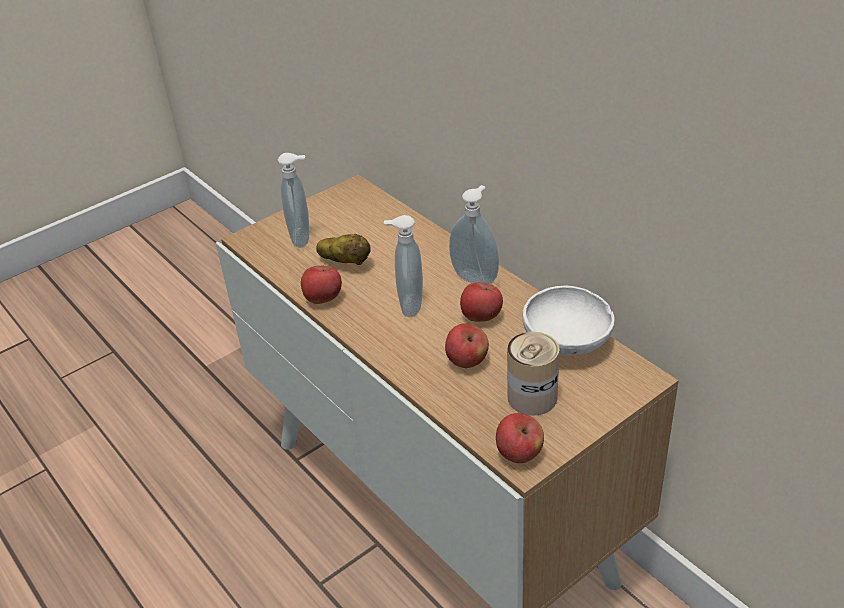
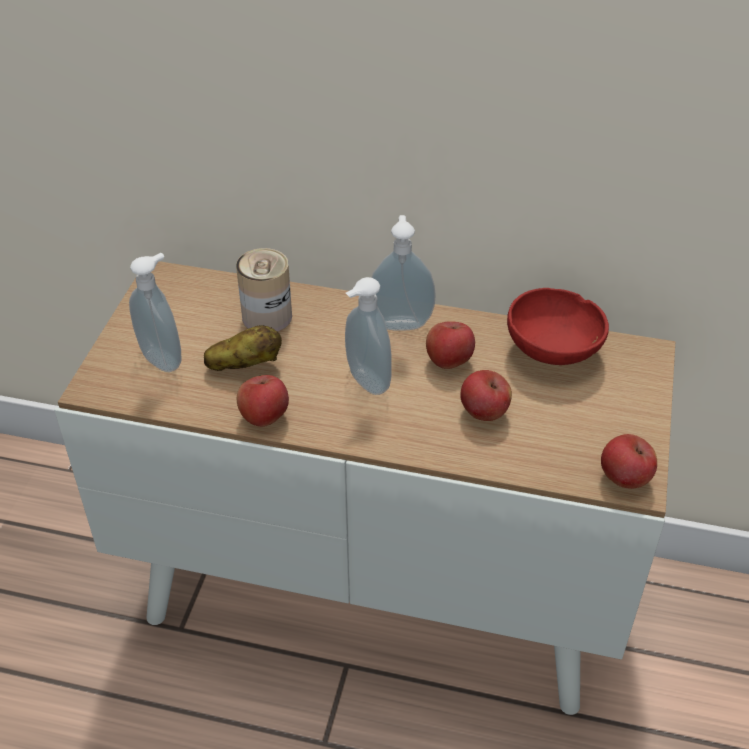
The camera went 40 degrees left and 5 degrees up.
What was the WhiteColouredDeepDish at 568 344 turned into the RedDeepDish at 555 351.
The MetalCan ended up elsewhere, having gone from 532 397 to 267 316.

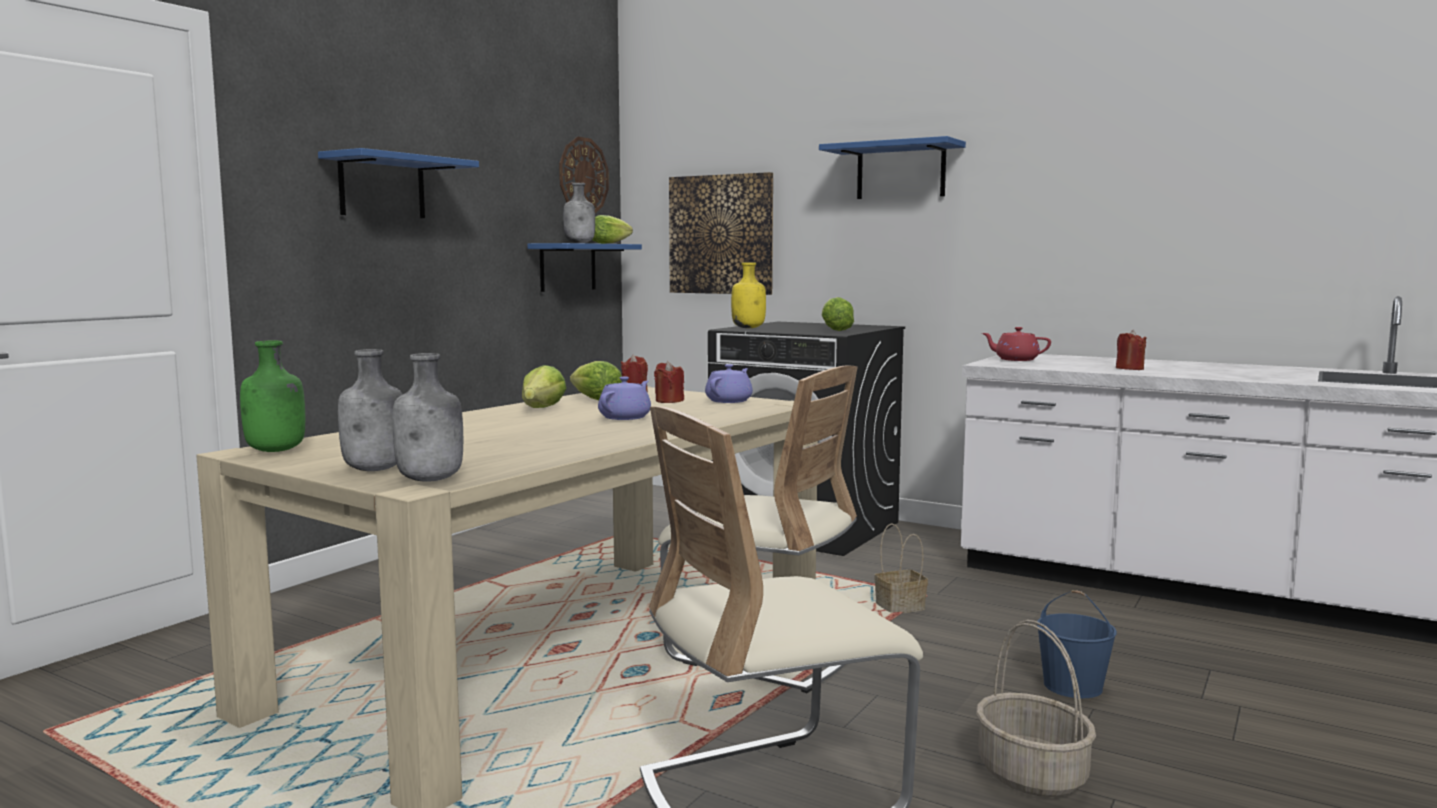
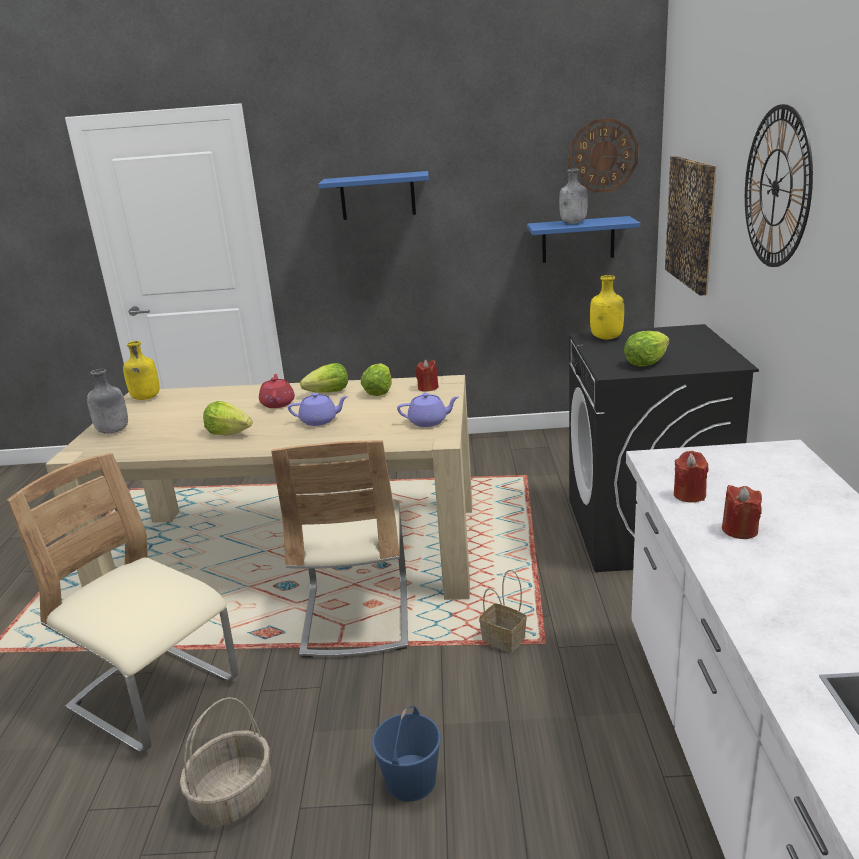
The camera went 60 degrees right and 15 degrees up.
Where the BlueColouredShelf hung at 901 171, the ClockOnTheWall came to hang at 776 188.
The Lettuce ended up elsewhere, having gone from 608 243 to 229 433.
The RedPotForTea ended up elsewhere, having gone from 1015 360 to 278 403.
What was the GreenColouredBottle at 276 451 turned into the YellowishBottle at 145 398.
The second view lost the GreyBottle at 431 479.
The RedWaxLight ended up elsewhere, having gone from 669 401 to 689 495.

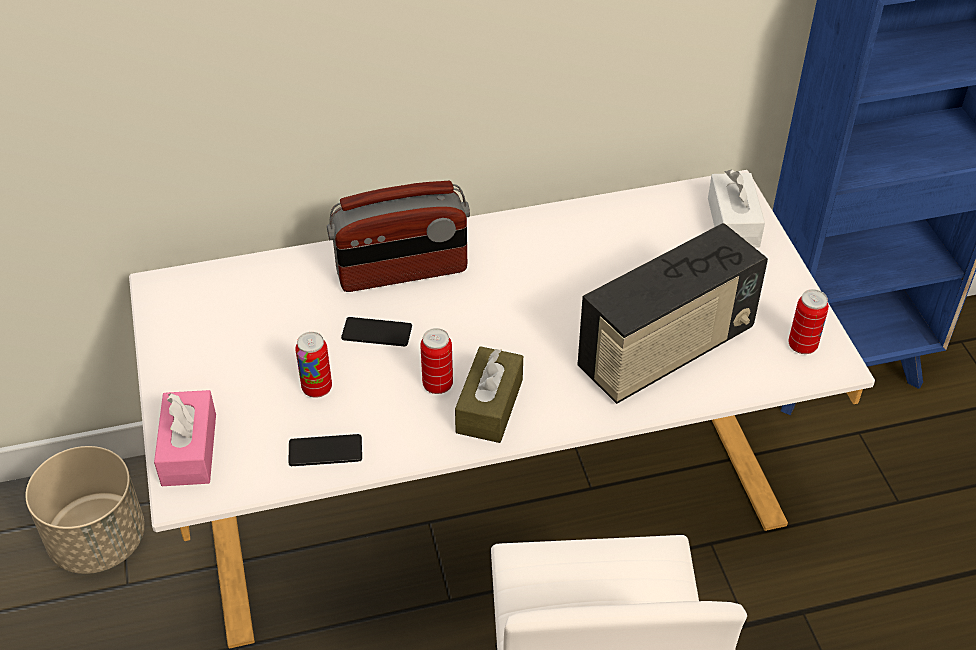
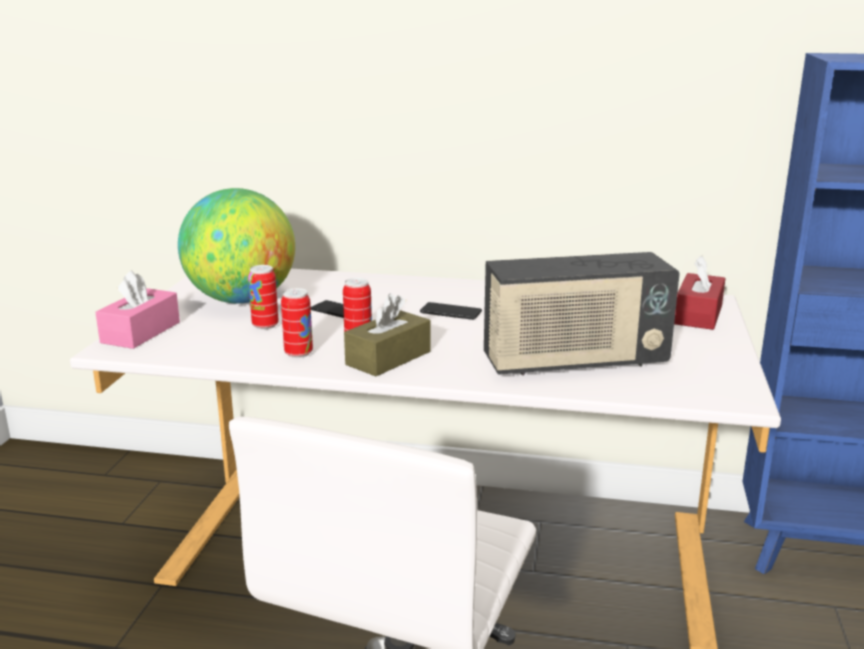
The camera went 25 degrees right and 25 degrees down.
What was the WhiteColouredTissueBox at 733 222 turned into the RedTissueBox at 698 315.
The second view lost the RadioSet at 402 272.
The MetalCan ended up elsewhere, having gone from 802 346 to 298 353.
The Telephone ended up elsewhere, having gone from 325 451 to 450 312.
The second view lost the BeigeColouredPlantPot at 98 540.
The second view gained the DeskGlobe at 242 300.

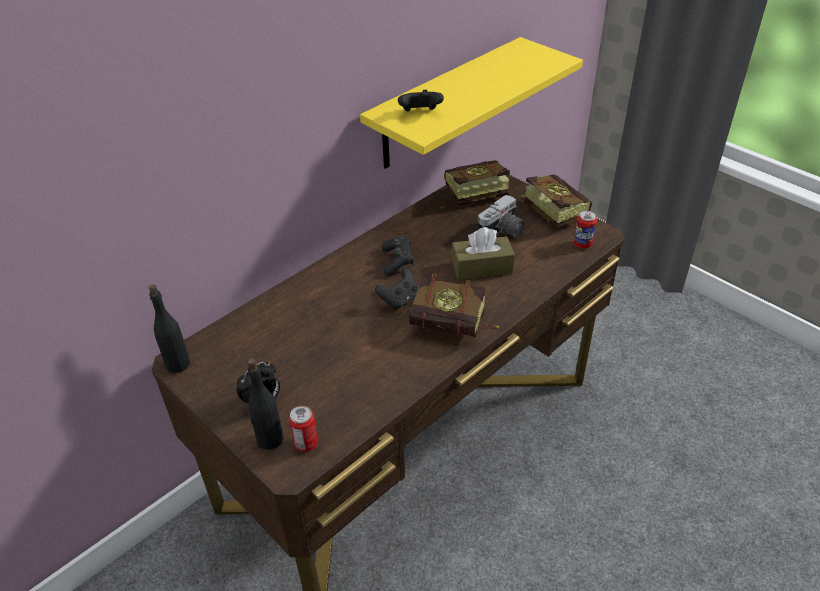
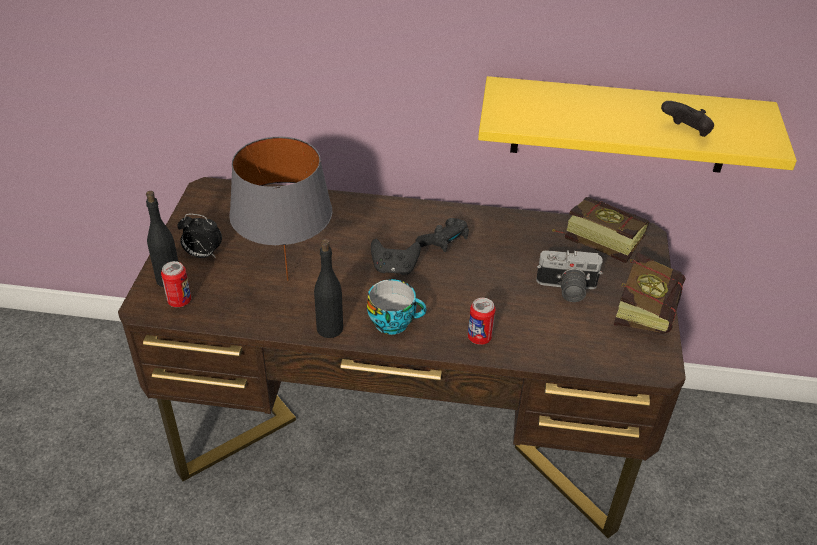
The camera went 50 degrees right and 0 degrees up.
The BlackJoypad ended up elsewhere, having gone from 420 113 to 686 133.
The MetalCan ended up elsewhere, having gone from 582 244 to 479 337.
The second view lost the BrownColouredTissueBox at 482 267.
Where the BoundBook stood at 455 327, the Cup came to stand at 394 322.
The BlackBottle ended up elsewhere, having gone from 177 364 to 330 328.
The second view gained the GreyTableLamp at 288 279.

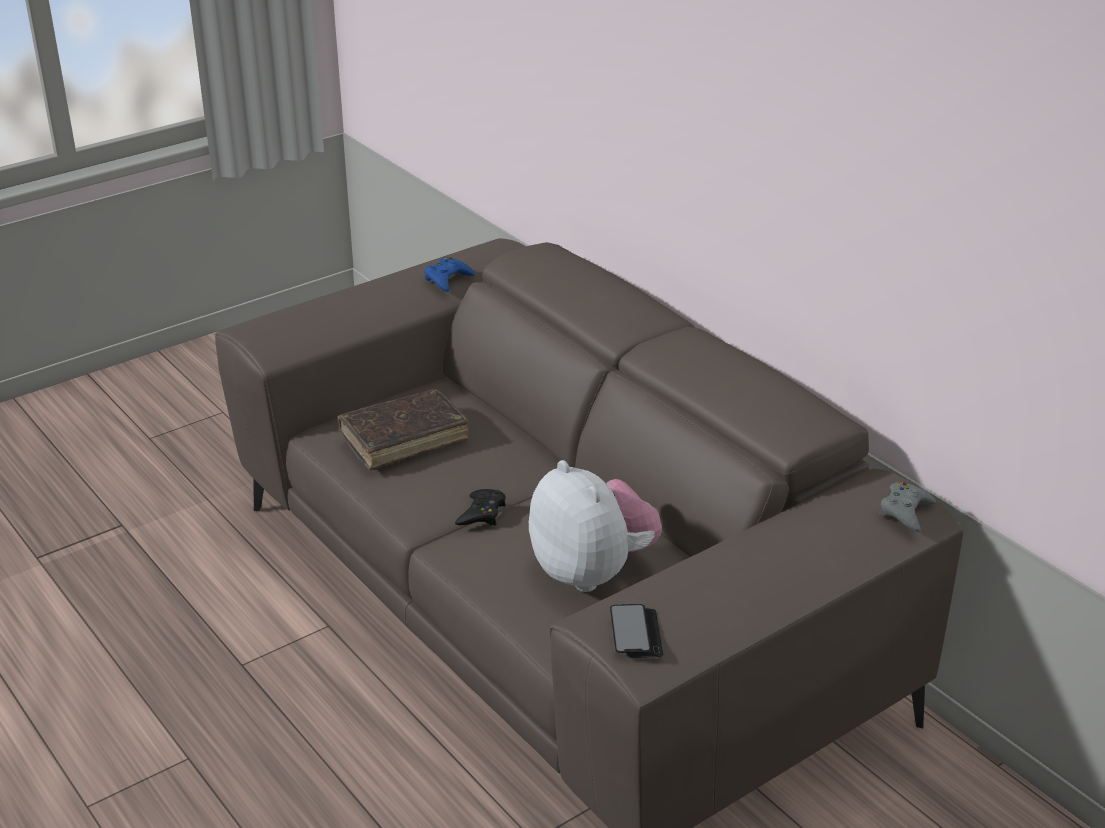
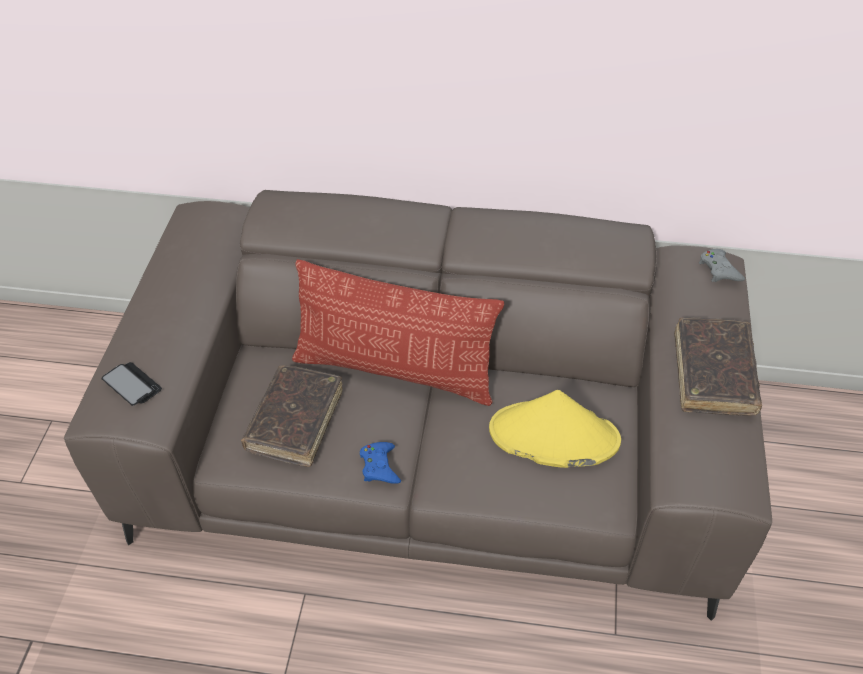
The camera went 45 degrees left and 15 degrees up.
The BlueColouredJoypad ended up elsewhere, having gone from 447 279 to 379 466.
Where the SoftToy stood at 592 572, the YellowishClothingHat came to stand at 553 436.
The second view lost the BlackJoypad at 482 513.
The Telephone ended up elsewhere, having gone from 636 633 to 132 385.
The second view gained the Pillow at 394 371.
The second view gained the BrownColouredBoundBook at 713 374.

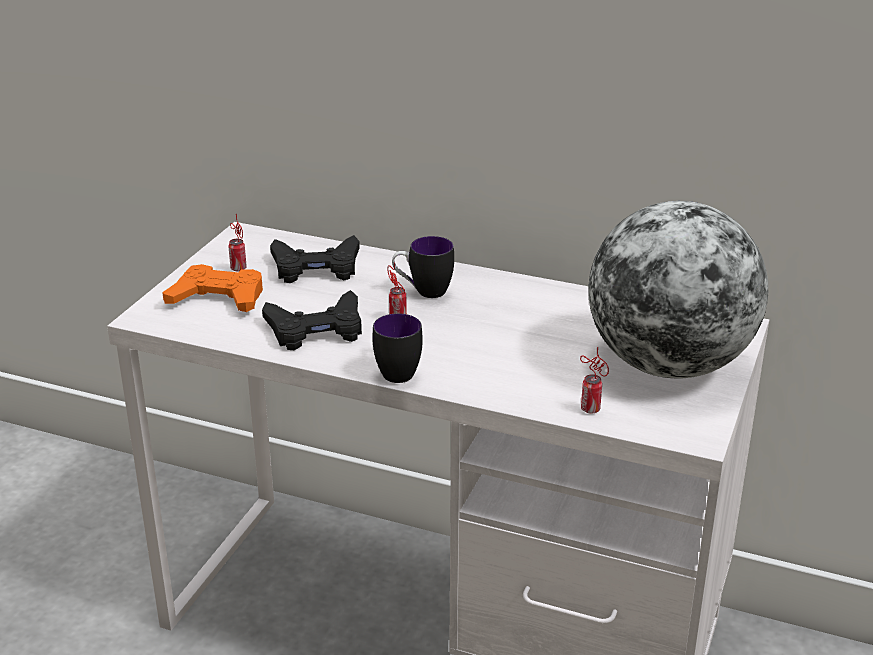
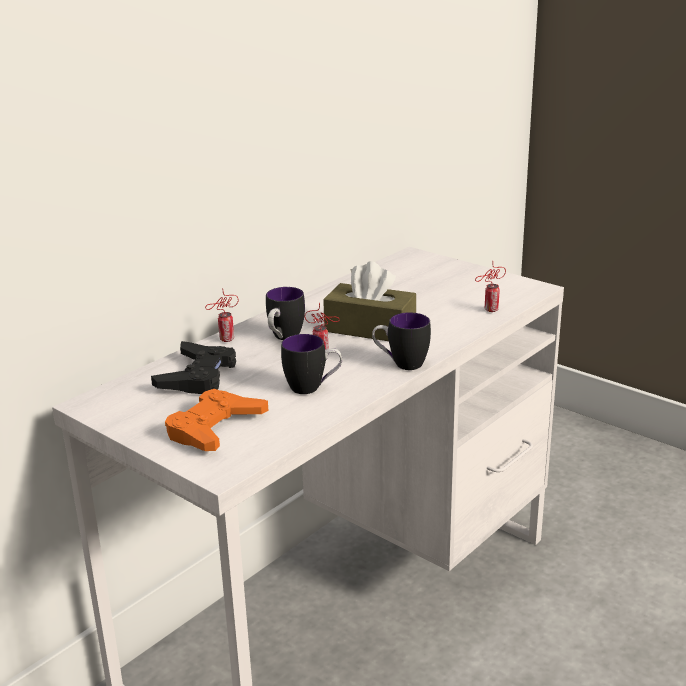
The camera went 70 degrees left and 5 degrees down.
The second view lost the DeskGlobe at 669 365.
The MetalCan ended up elsewhere, having gone from 237 267 to 224 340.
Where the BlackJoypad stood at 316 329, the TeaMug came to stand at 313 388.
The second view gained the BrownColouredTissueBox at 370 329.

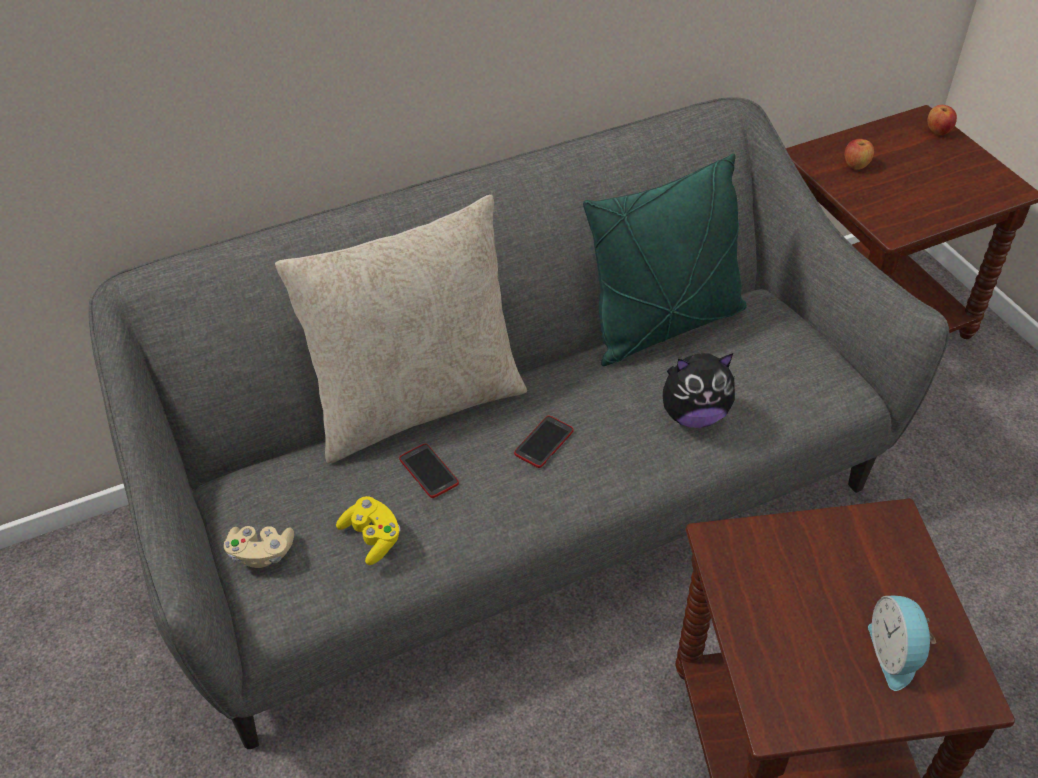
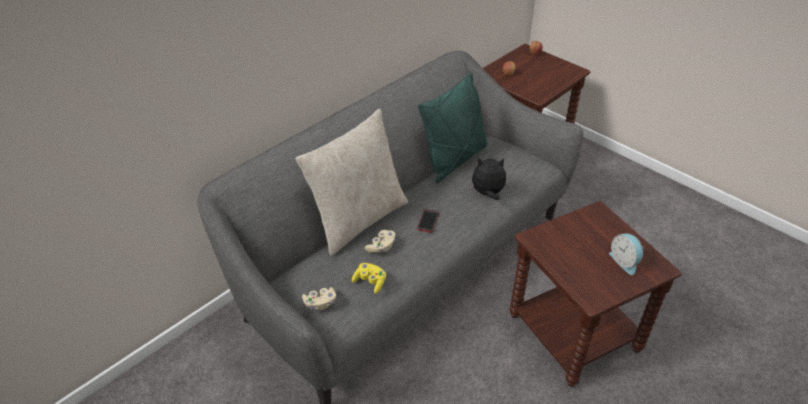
The camera went 20 degrees left and 5 degrees down.
The SoftToy at 693 415 ended up facing another way, 150 degrees counterclockwise from before.
Where the Telephone stood at 428 471, the BeigeColouredJoypad came to stand at 381 247.

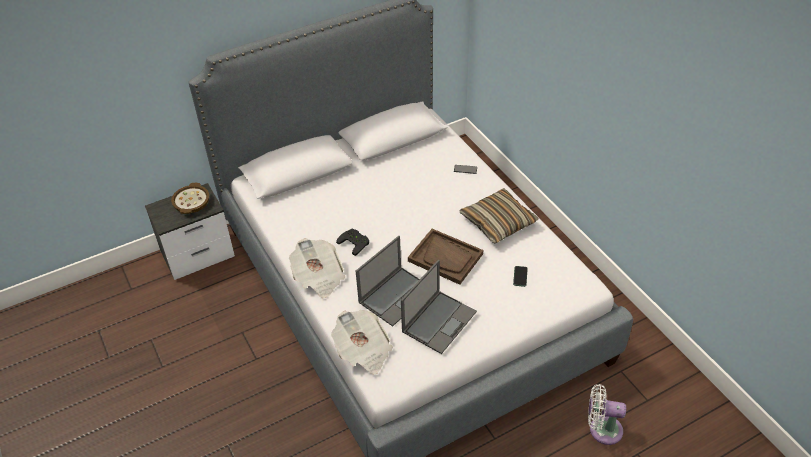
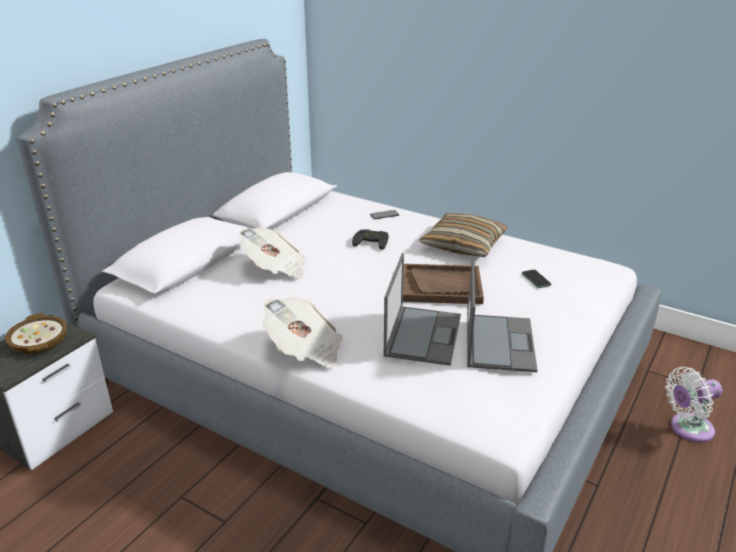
The camera went 30 degrees left and 15 degrees down.
The BlackJoypad ended up elsewhere, having gone from 355 242 to 372 241.
The DailyPaper ended up elsewhere, having gone from 363 351 to 275 268.

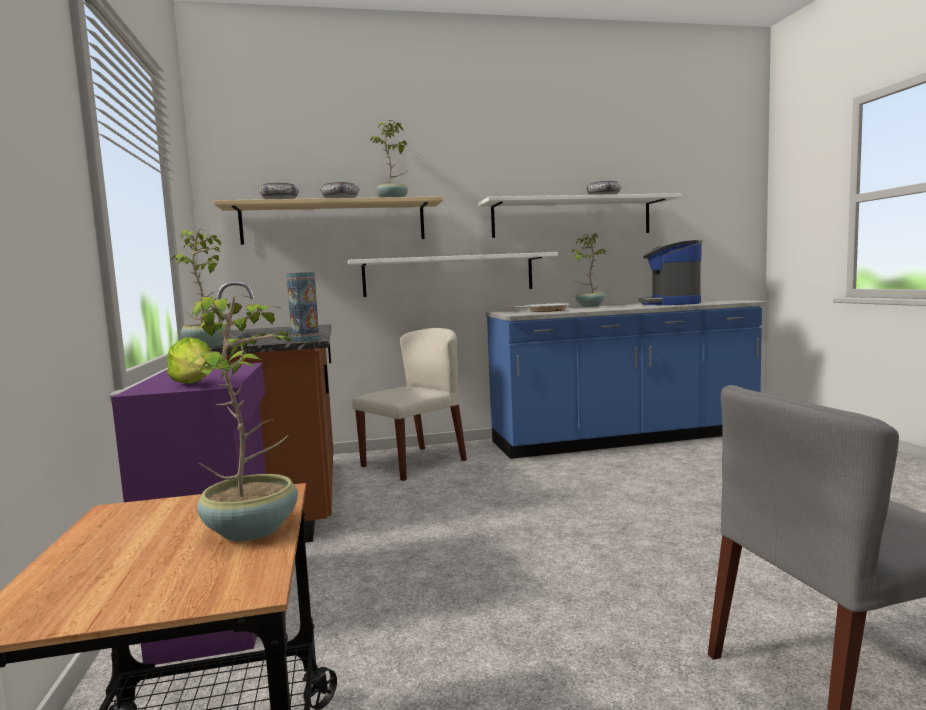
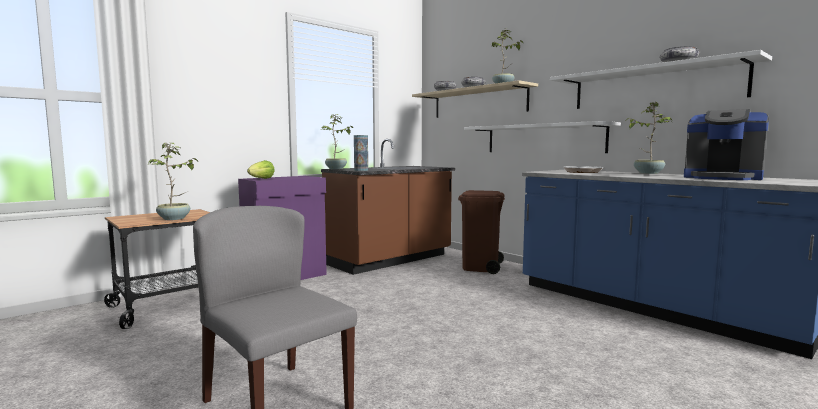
The camera went 60 degrees right and 0 degrees up.
The CoffeeBrewer at 670 303 ended up facing another way, 120 degrees counterclockwise from before.
Where the BeigeColouredUprightChair stood at 414 463, the BrownColouredWasteBin came to stand at 480 267.

